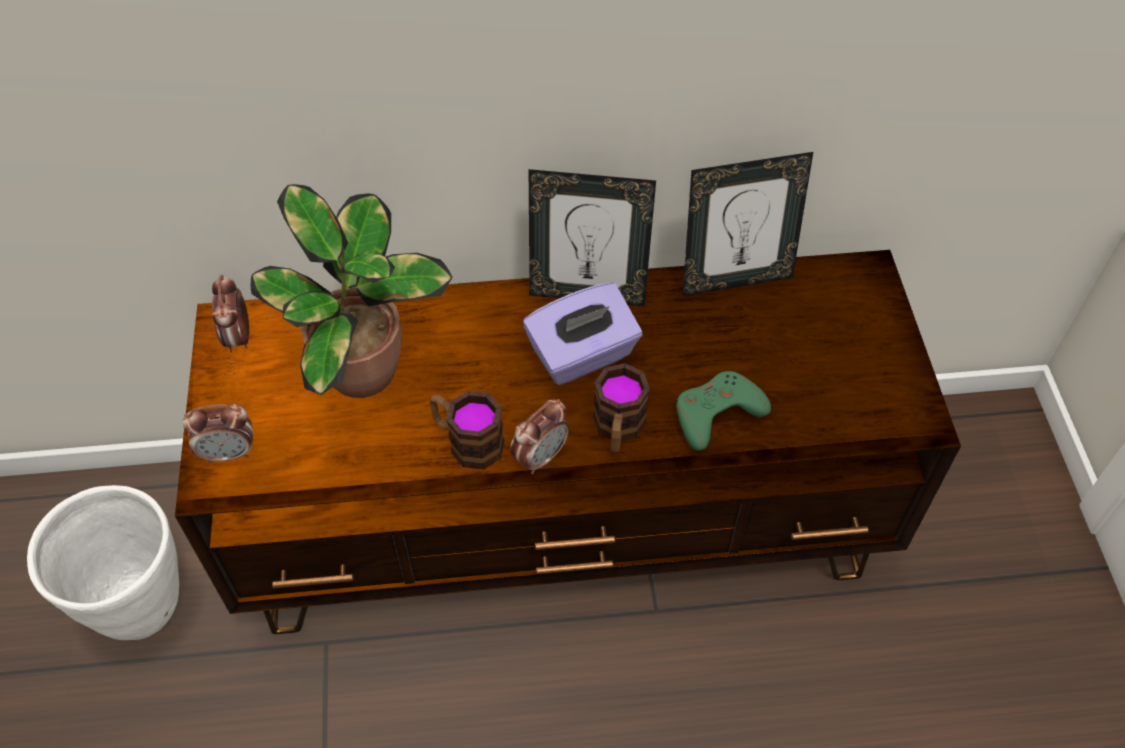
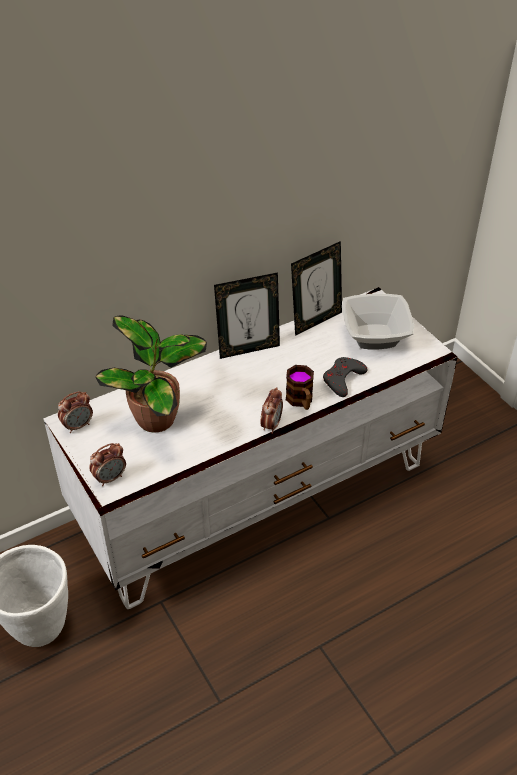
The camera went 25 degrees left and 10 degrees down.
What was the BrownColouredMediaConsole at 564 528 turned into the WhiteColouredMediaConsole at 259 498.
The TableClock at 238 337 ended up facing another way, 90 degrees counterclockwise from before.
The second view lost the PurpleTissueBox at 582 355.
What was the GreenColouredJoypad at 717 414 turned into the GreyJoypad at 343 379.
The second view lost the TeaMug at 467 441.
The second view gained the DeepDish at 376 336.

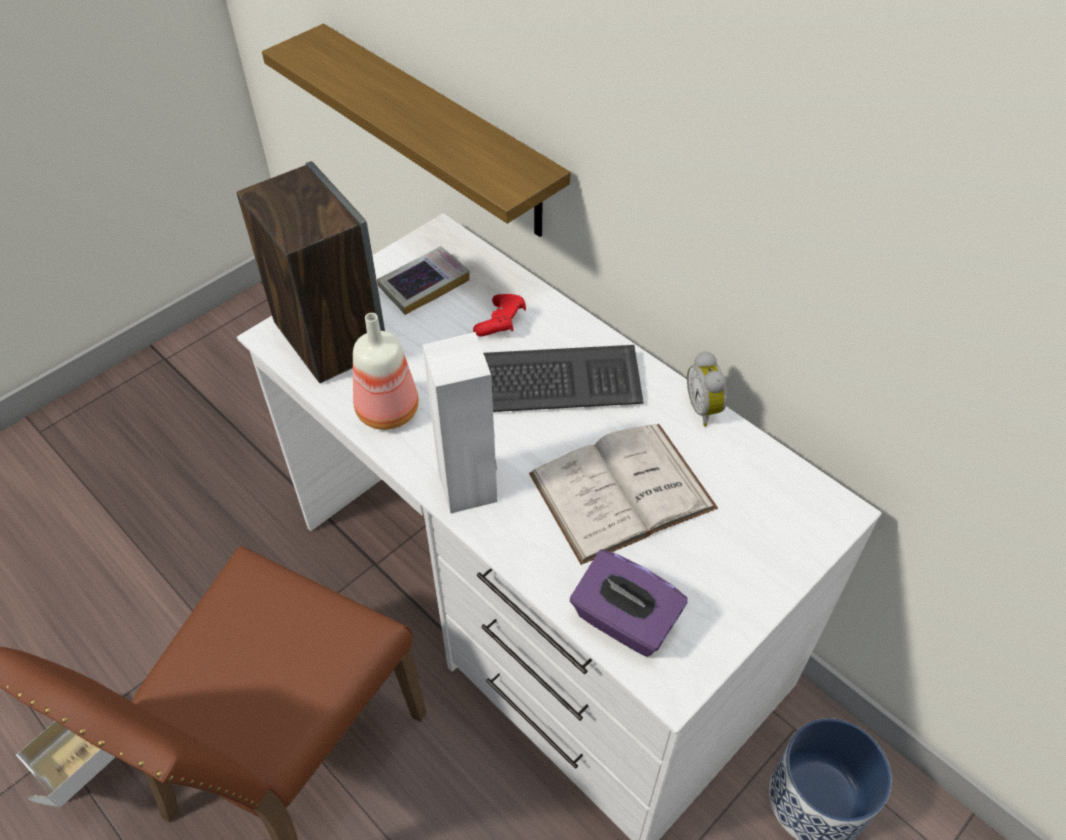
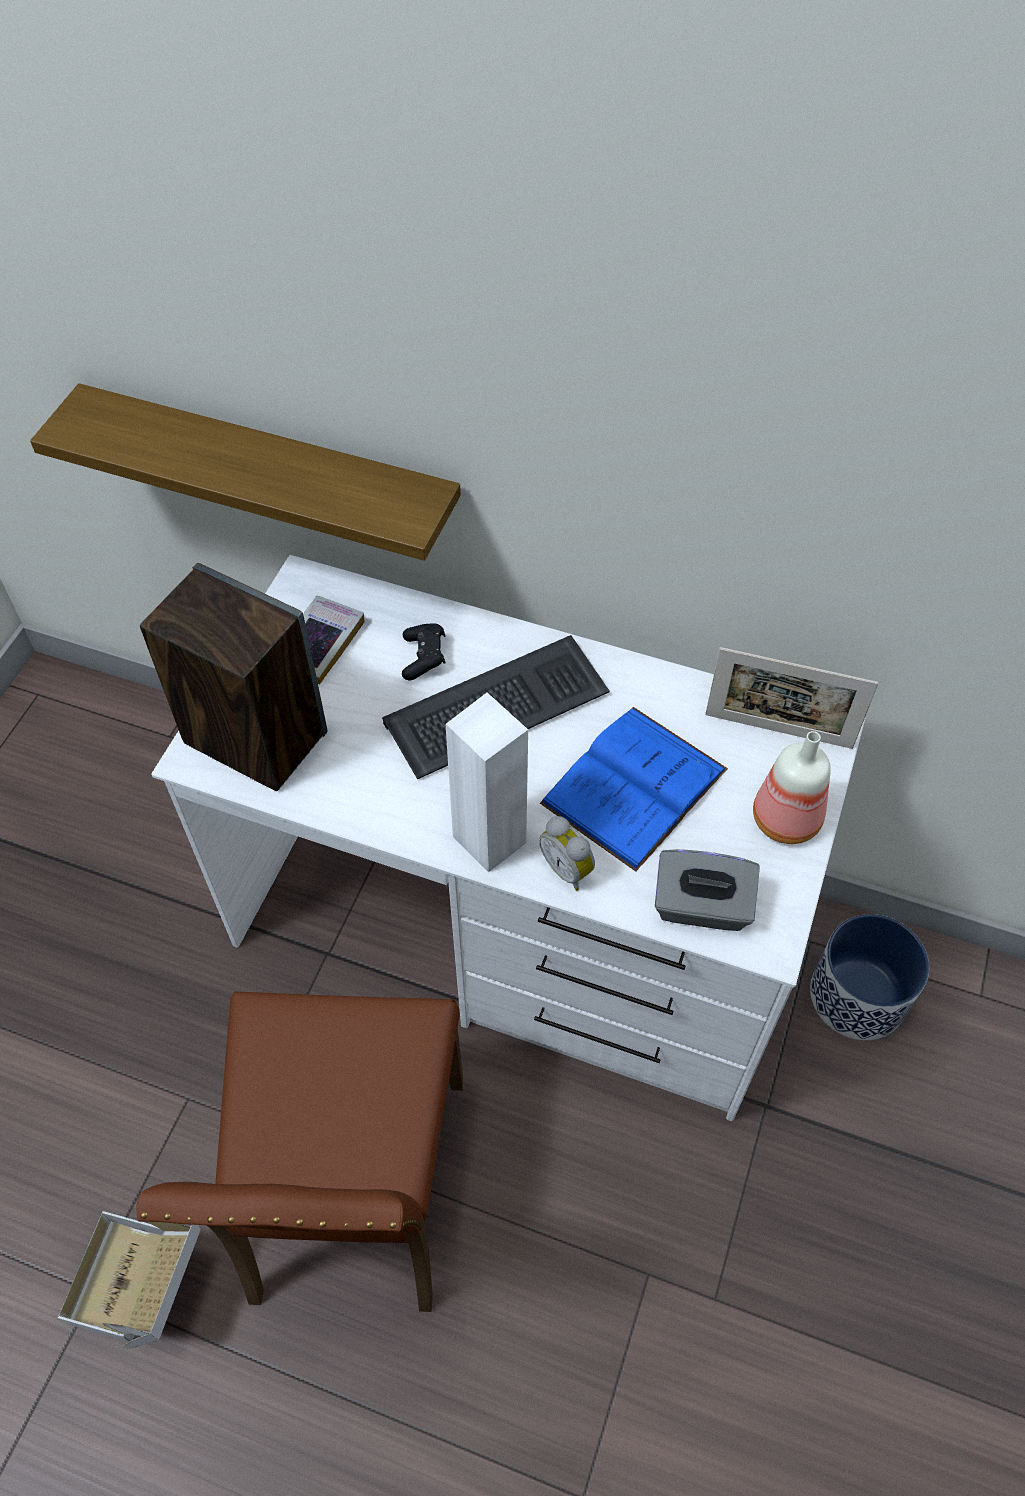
The camera went 25 degrees left and 5 degrees up.
What was the RedJoypad at 501 323 turned into the BlackJoypad at 424 658.
The Bottle ended up elsewhere, having gone from 389 412 to 788 820.
The TableClock ended up elsewhere, having gone from 705 409 to 568 868.
What was the WhiteColouredBoundBook at 621 491 turned into the BlueColouredBoundBook at 634 786.
What was the PurpleTissueBox at 624 621 turned into the GreyTissueBox at 701 907.
The second view gained the PhotoFrame at 778 731.

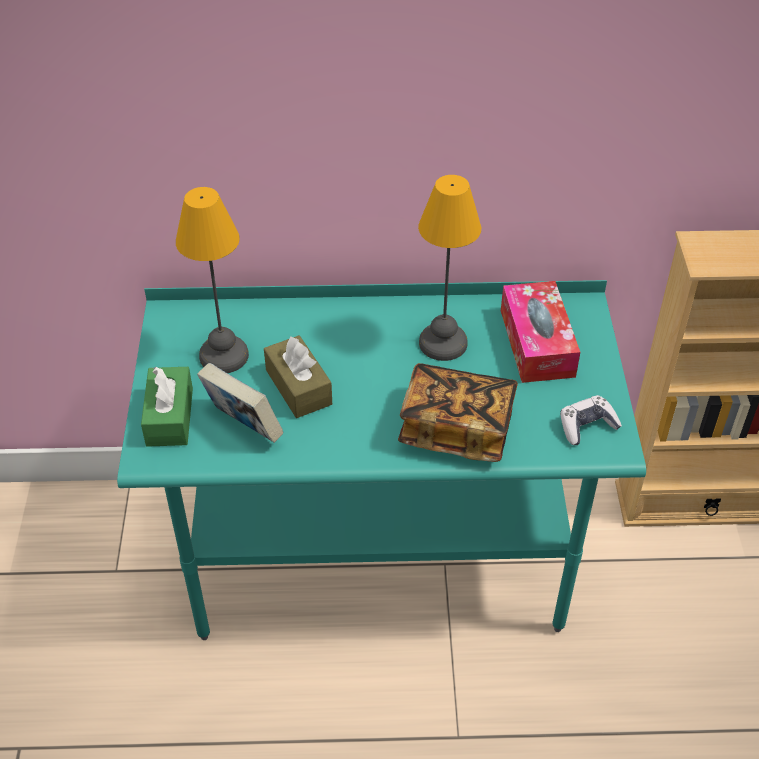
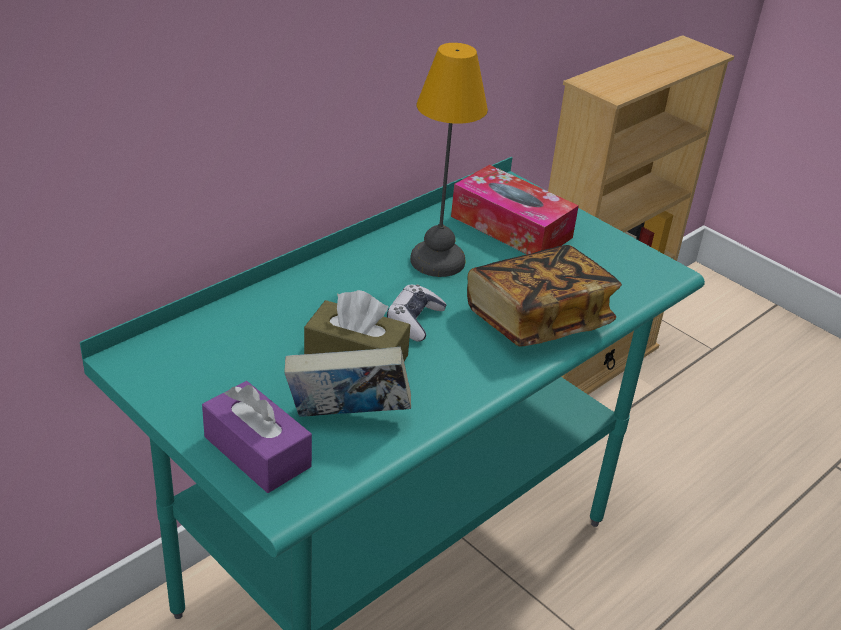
The camera went 45 degrees left and 10 degrees down.
The second view lost the TableLamp at 222 356.
What was the GreenColouredTissueBox at 169 417 turned into the PurpleTissueBox at 257 452.
The Joypad ended up elsewhere, having gone from 587 426 to 414 320.

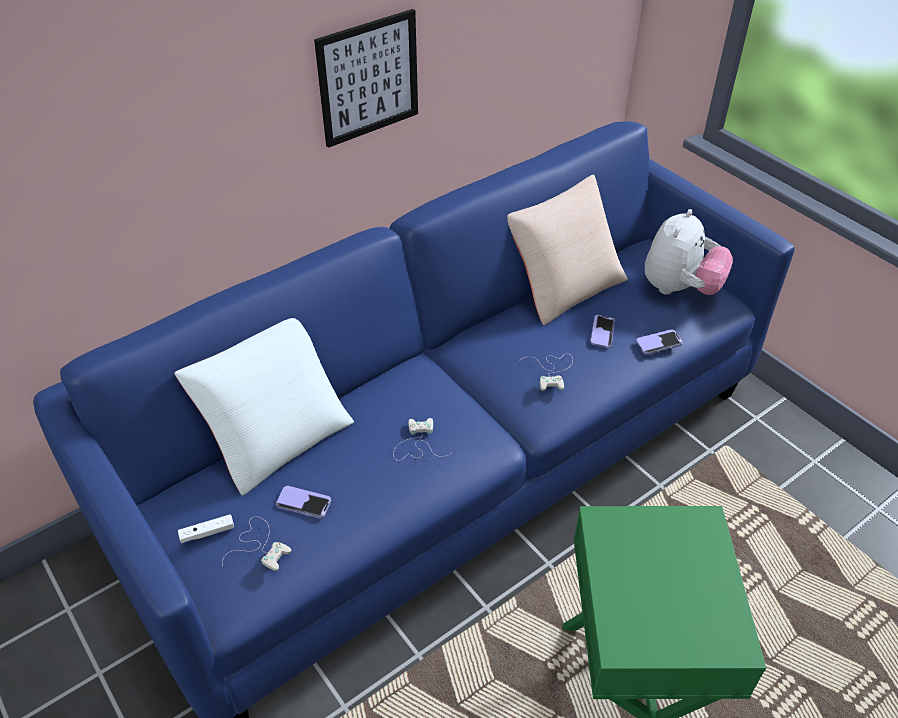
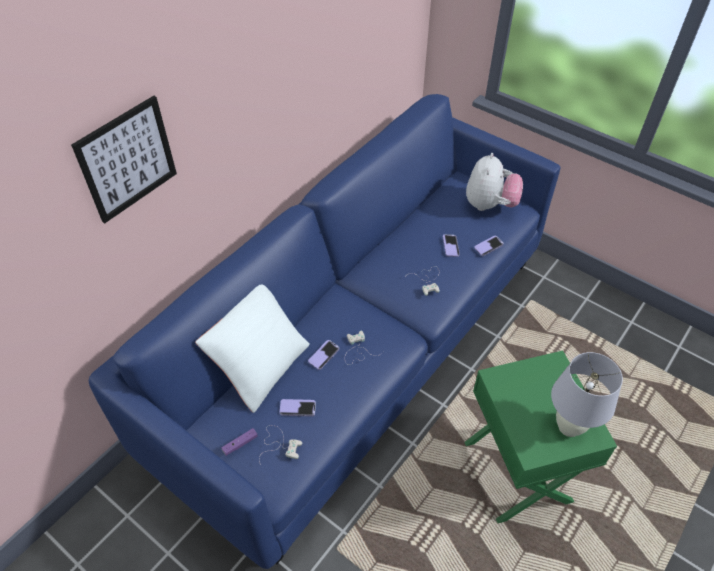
The camera went 15 degrees left and 5 degrees up.
The WallArt ended up elsewhere, having gone from 368 78 to 127 159.
The second view lost the BeigeColouredPillow at 564 285.
What was the WhiteColouredJoypad at 207 533 turned into the PurpleJoypad at 240 444.
The second view gained the Telephone at 324 355.
The second view gained the WhiteColouredTableLamp at 568 427.

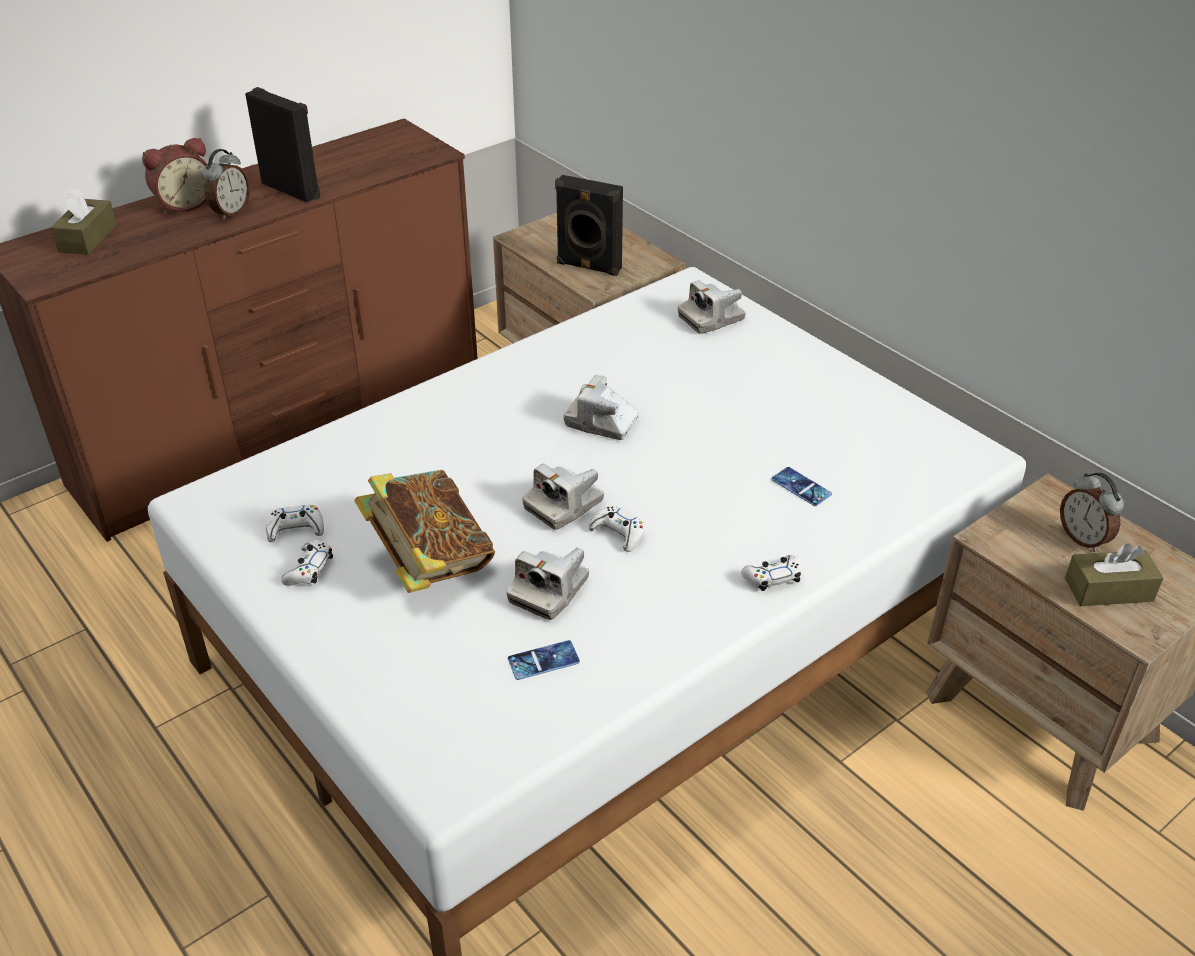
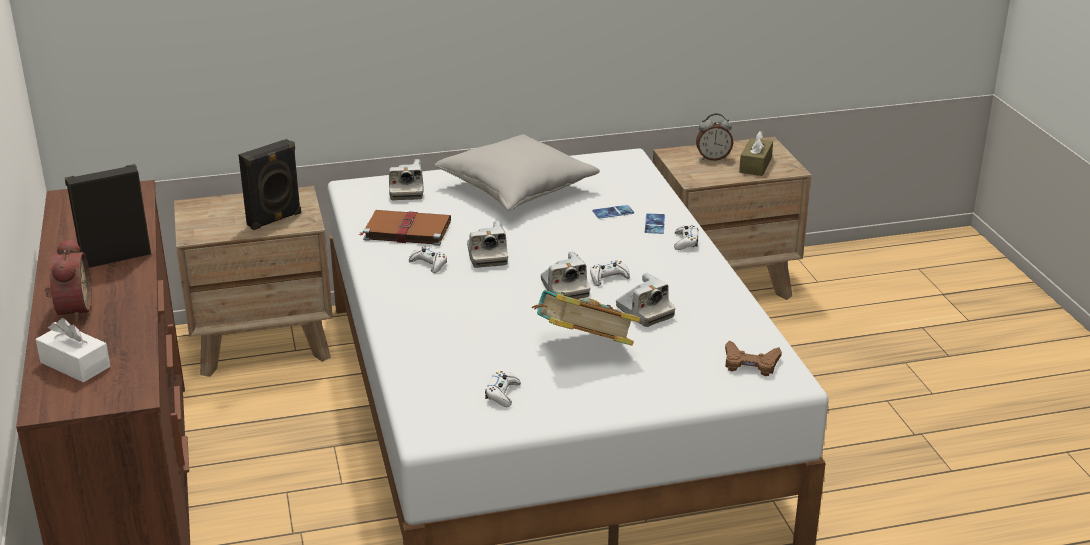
The camera went 65 degrees left and 10 degrees down.
The second view lost the TableClock at 230 212.
What was the BrownColouredTissueBox at 87 238 turned into the WhiteColouredTissueBox at 75 364.
The StillCamera at 601 422 ended up facing another way, 60 degrees counterclockwise from before.
The WhiteColouredJoypad ended up elsewhere, having gone from 309 569 to 429 264.
The Telephone ended up elsewhere, having gone from 543 660 to 654 224.
The second view gained the GreyPillow at 516 188.
The second view gained the BrownColouredBoundBook at 405 230.
The second view gained the BrownColouredJoypad at 750 363.

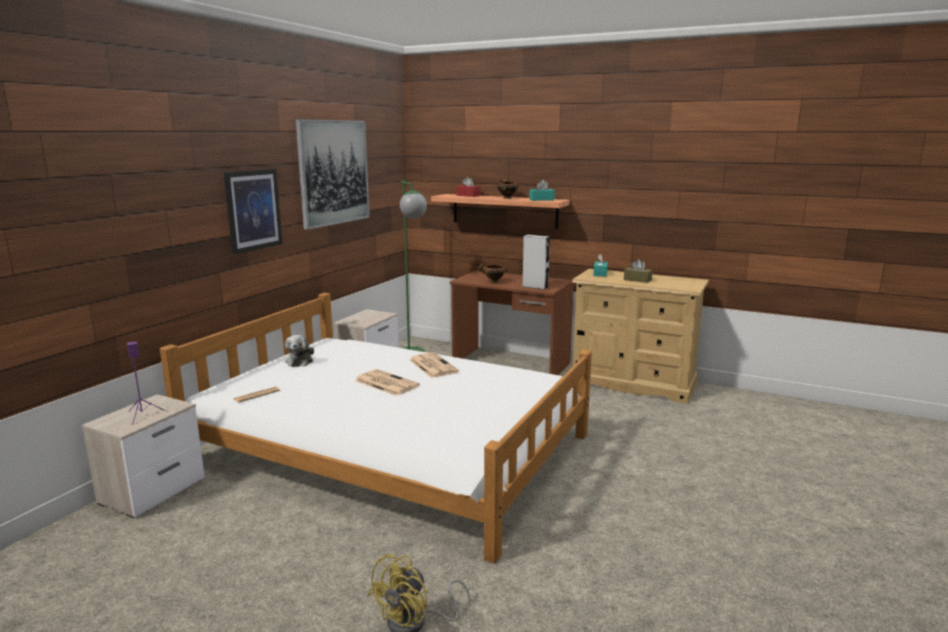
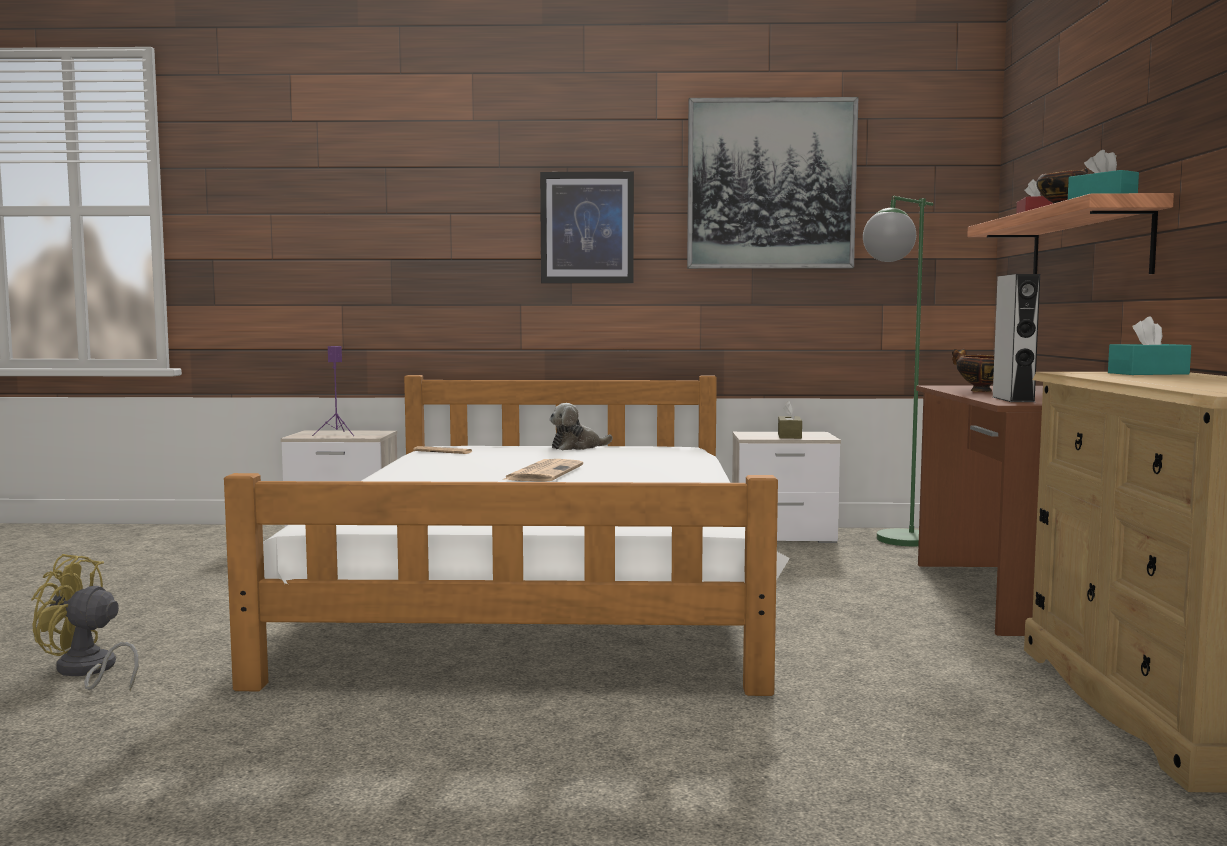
The camera went 65 degrees right and 10 degrees down.
The BrownColouredTissueBox ended up elsewhere, having gone from 637 280 to 789 436.
The second view lost the DailyPaper at 432 366.

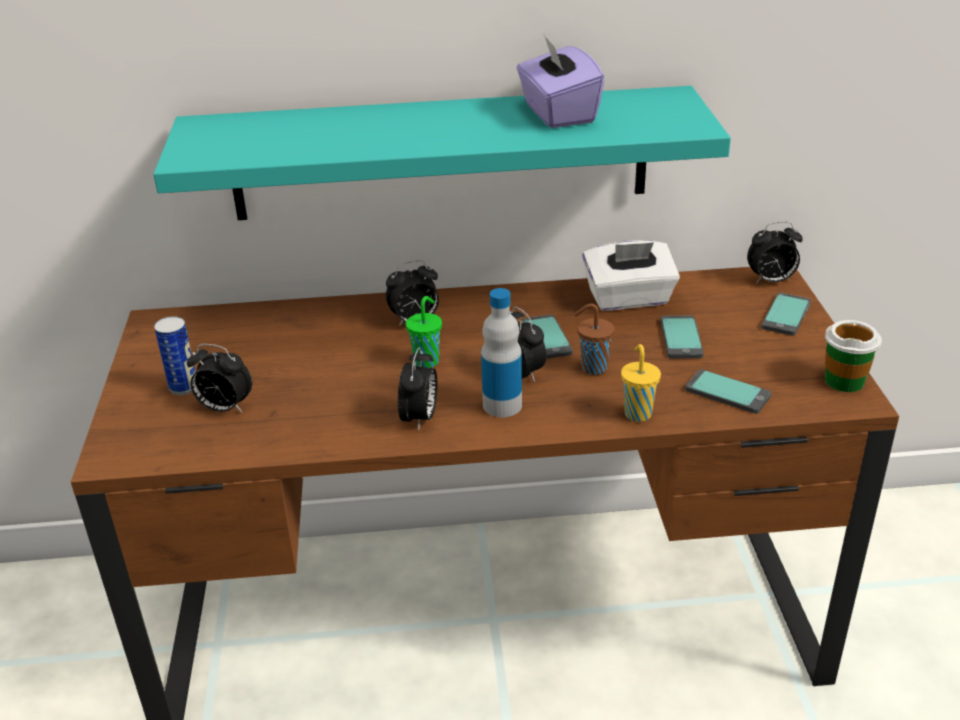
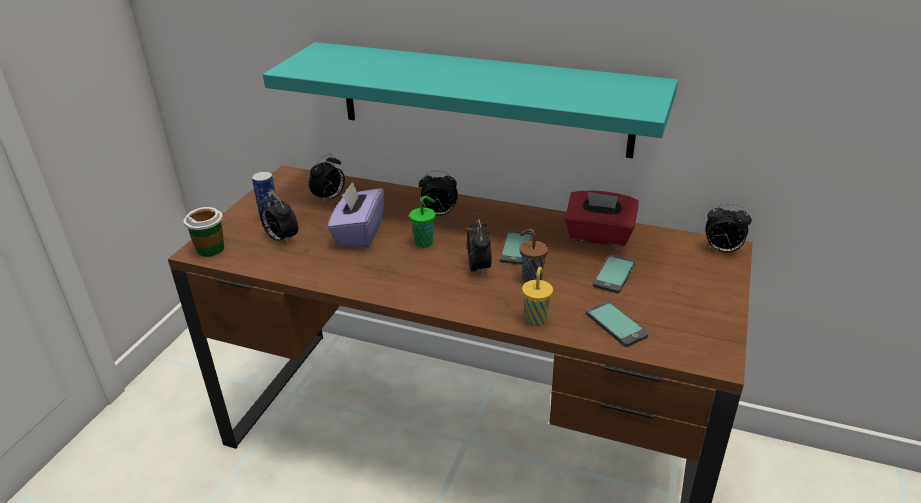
The camera went 25 degrees right and 0 degrees up.
The PurpleTissueBox ended up elsewhere, having gone from 557 113 to 359 233.
What was the WhiteColouredTissueBox at 629 299 turned into the RedTissueBox at 599 236.
The second view lost the Bottle at 502 405.
The second view lost the Telephone at 786 315.
The Cup ended up elsewhere, having gone from 844 380 to 211 249.
The TableClock ended up elsewhere, having gone from 420 418 to 329 198.

